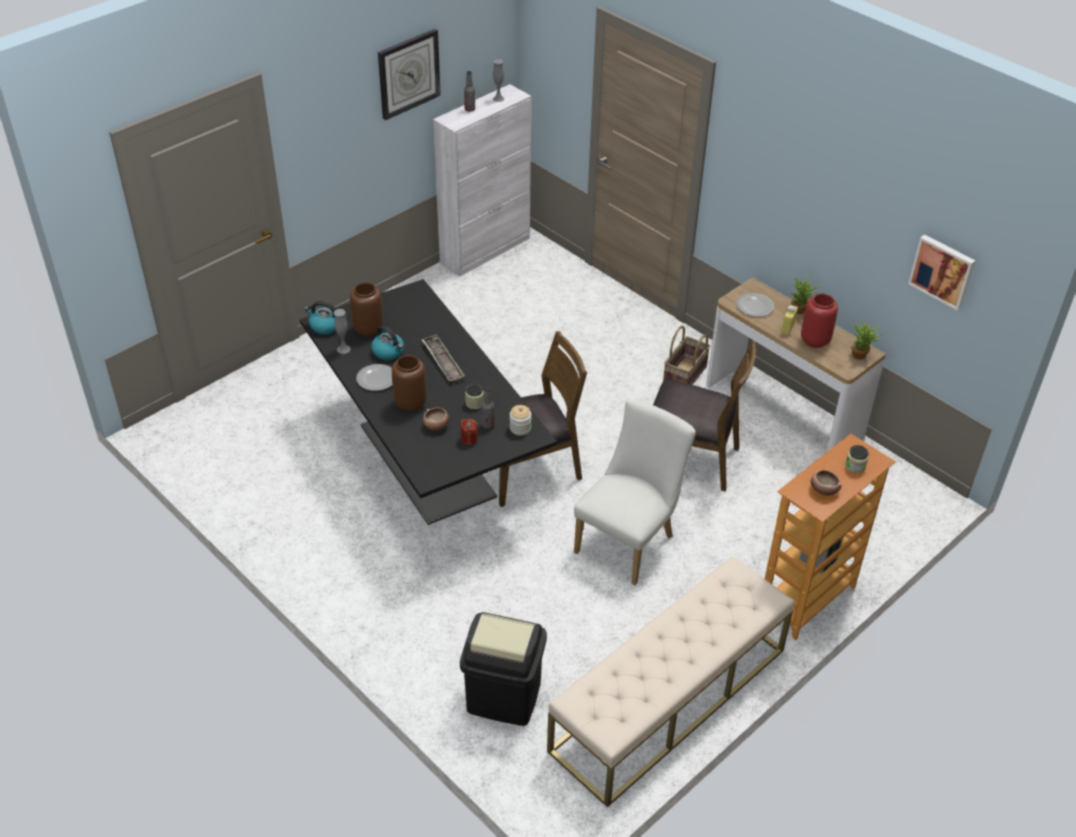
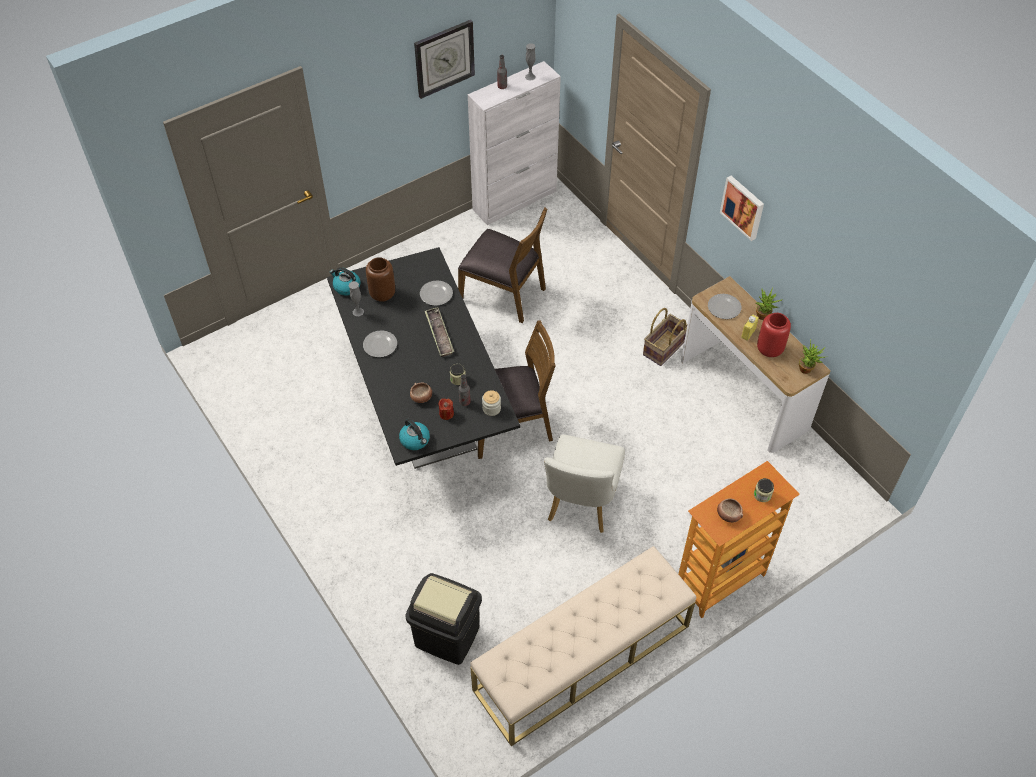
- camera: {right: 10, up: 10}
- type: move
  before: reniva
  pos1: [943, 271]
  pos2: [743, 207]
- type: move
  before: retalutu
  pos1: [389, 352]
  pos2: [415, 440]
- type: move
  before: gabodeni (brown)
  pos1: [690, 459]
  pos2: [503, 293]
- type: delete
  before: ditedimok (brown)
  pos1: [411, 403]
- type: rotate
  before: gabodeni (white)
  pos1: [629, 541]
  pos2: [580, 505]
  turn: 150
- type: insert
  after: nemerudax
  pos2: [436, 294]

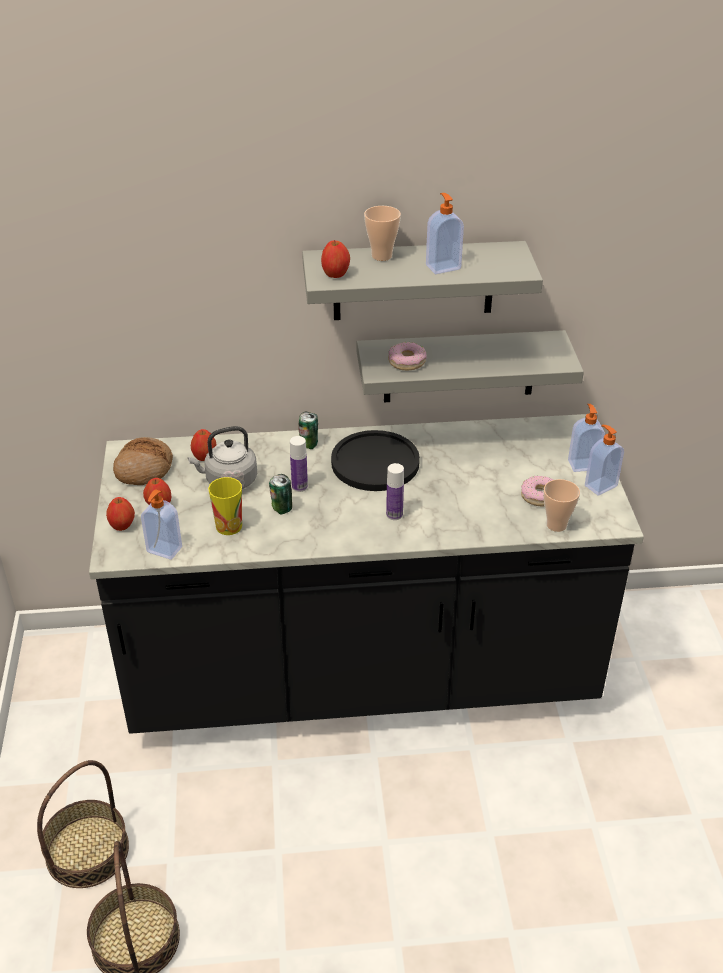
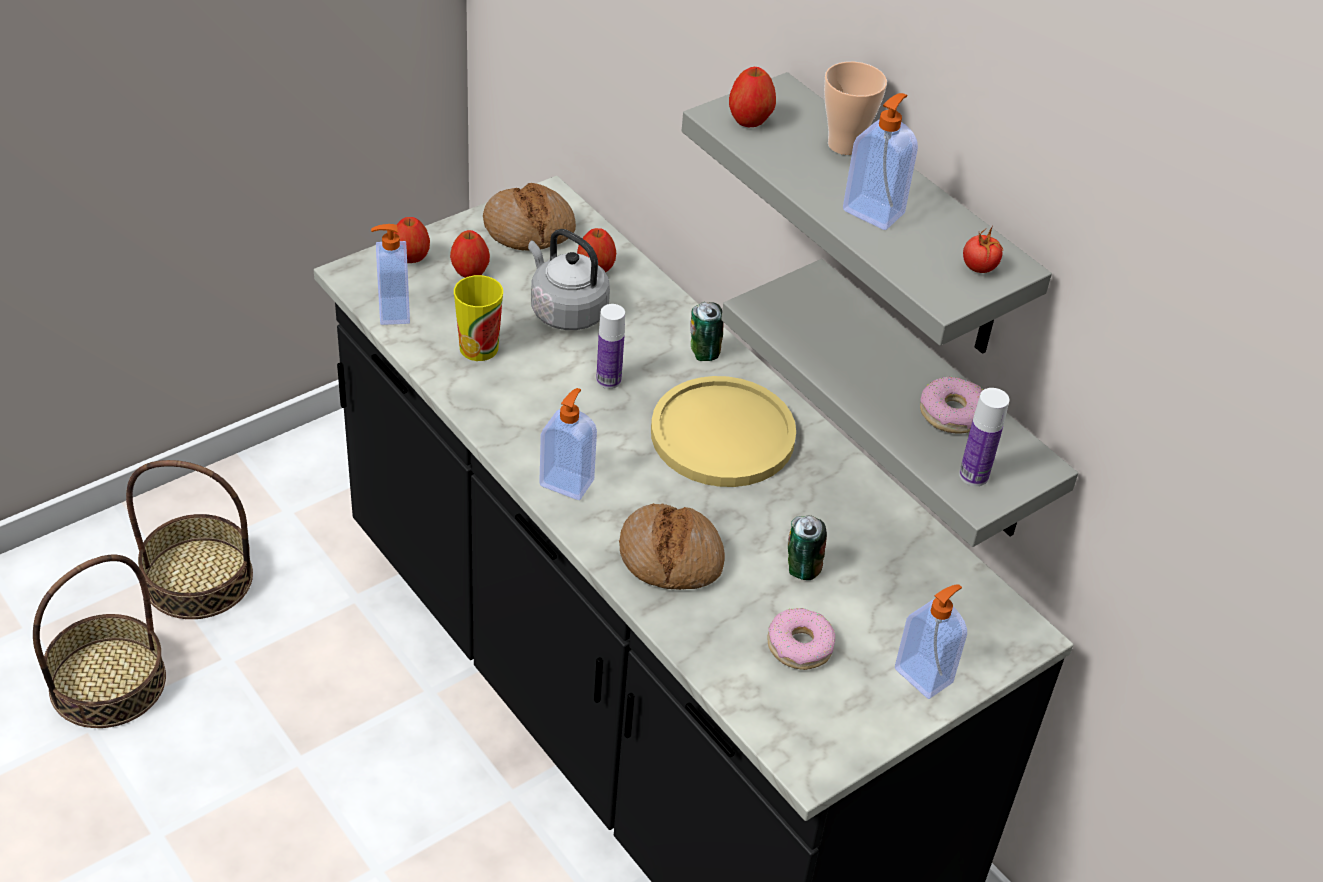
- camera: {right: 55, up: 5}
- type: move
  before: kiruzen
  pos1: [406, 361]
  pos2: [952, 413]
- type: move
  before: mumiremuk
  pos1: [600, 485]
  pos2: [567, 482]
- type: recolor
  before: nemerudax (black)
  after: nemerudax (yellow)
  pos1: [375, 462]
  pos2: [722, 434]
- type: move
  before: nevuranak
  pos1: [394, 514]
  pos2: [973, 475]
- type: move
  before: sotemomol
  pos1: [281, 509]
  pos2: [801, 569]
- type: delete
  before: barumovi
  pos1: [556, 525]
- type: insert
  after: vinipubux
  pos2: [979, 268]
- type: insert
  after: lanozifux
  pos2: [670, 557]

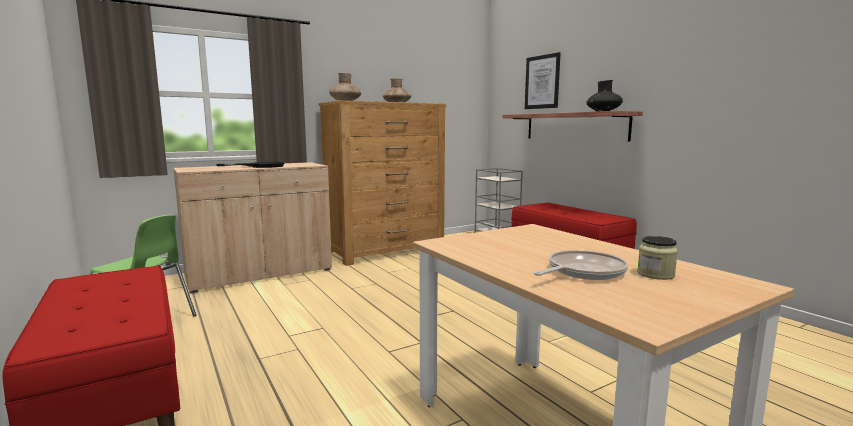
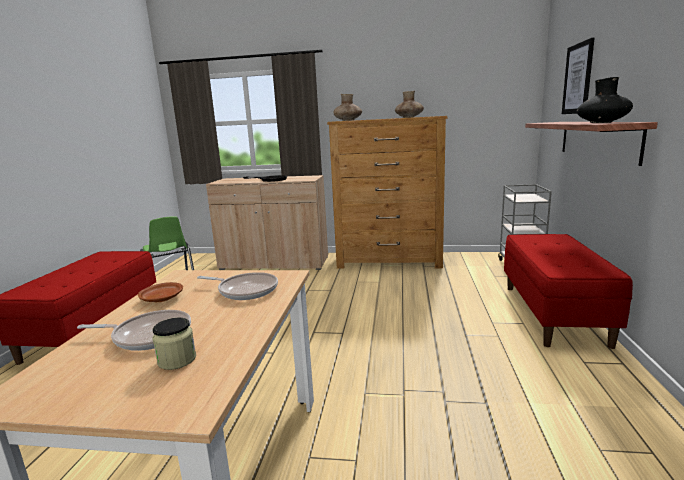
- camera: {right: 40, up: 5}
- type: insert
  after: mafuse
  pos2: [245, 290]
- type: insert
  after: nemerudax (brown)
  pos2: [162, 298]

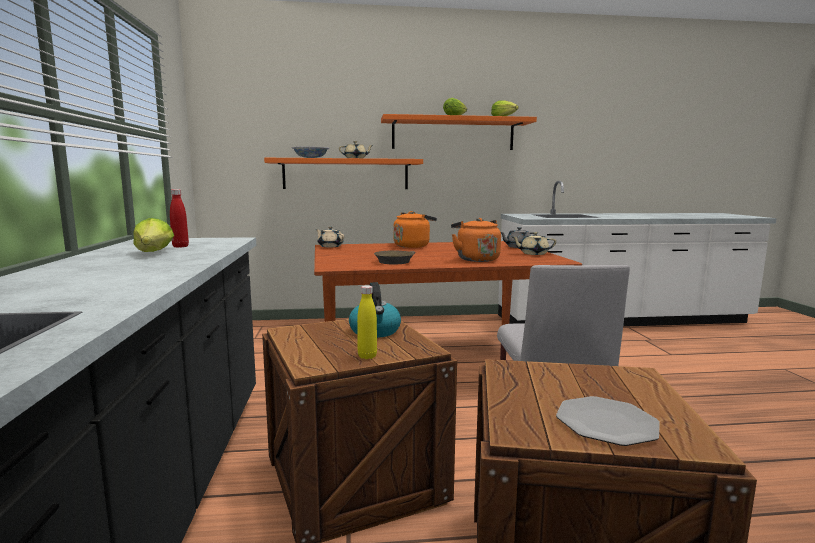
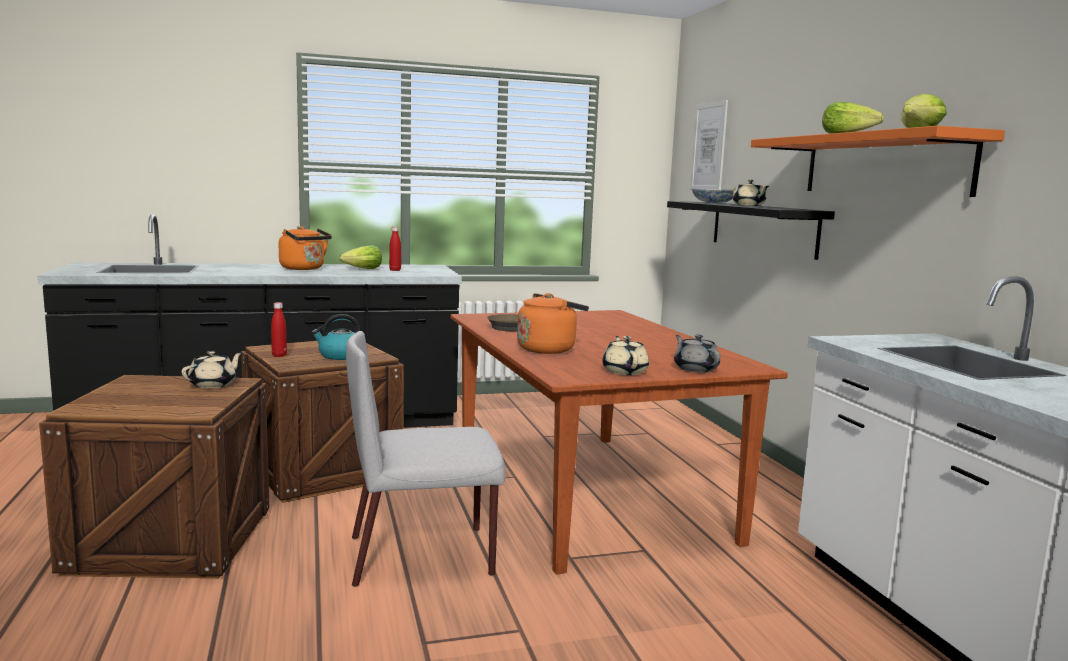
- camera: {right: 80, up: 0}
- type: recolor
  before: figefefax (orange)
  after: figefefax (black)
  pos1: [345, 174]
  pos2: [762, 228]
- type: move
  before: retalutu (orange)
  pos1: [413, 246]
  pos2: [304, 269]
- type: move
  before: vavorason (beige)
  pos1: [330, 246]
  pos2: [213, 384]
- type: recolor
  before: nevuranak (yellow)
  after: nevuranak (red)
  pos1: [367, 356]
  pos2: [279, 355]
- type: delete
  before: nemerudax
  pos1: [606, 423]
- type: insert
  after: reniva
  pos2: [708, 147]

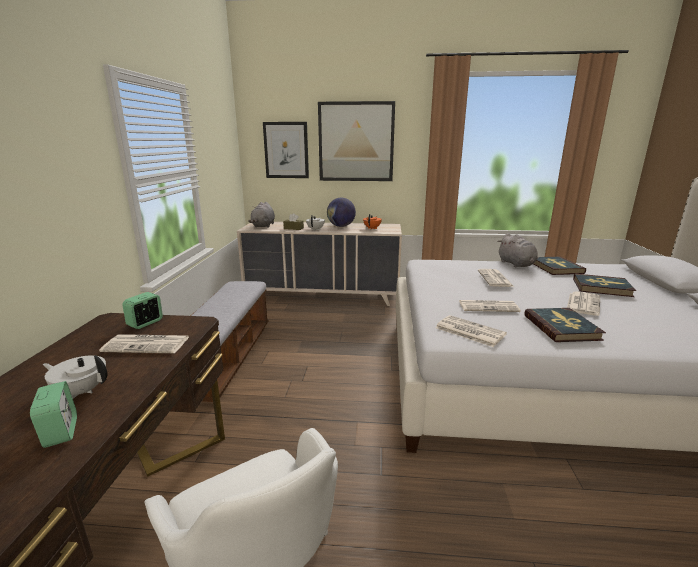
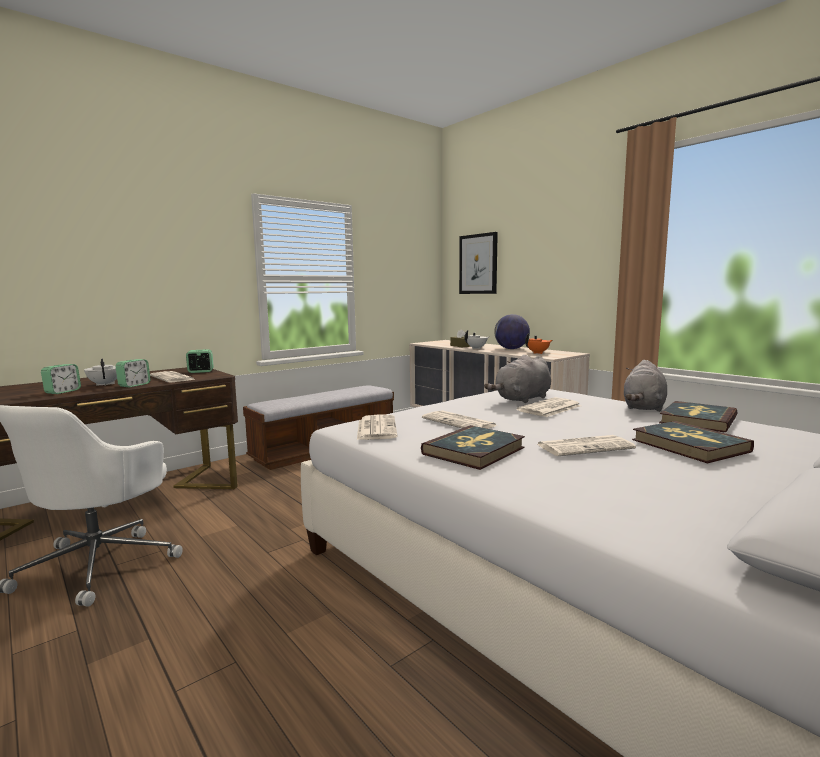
- camera: {right: 45, up: -10}
- type: delete
  before: reniva
  pos1: [356, 142]
- type: move
  before: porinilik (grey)
  pos1: [263, 226]
  pos2: [521, 399]
- type: insert
  after: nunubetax
  pos2: [134, 385]

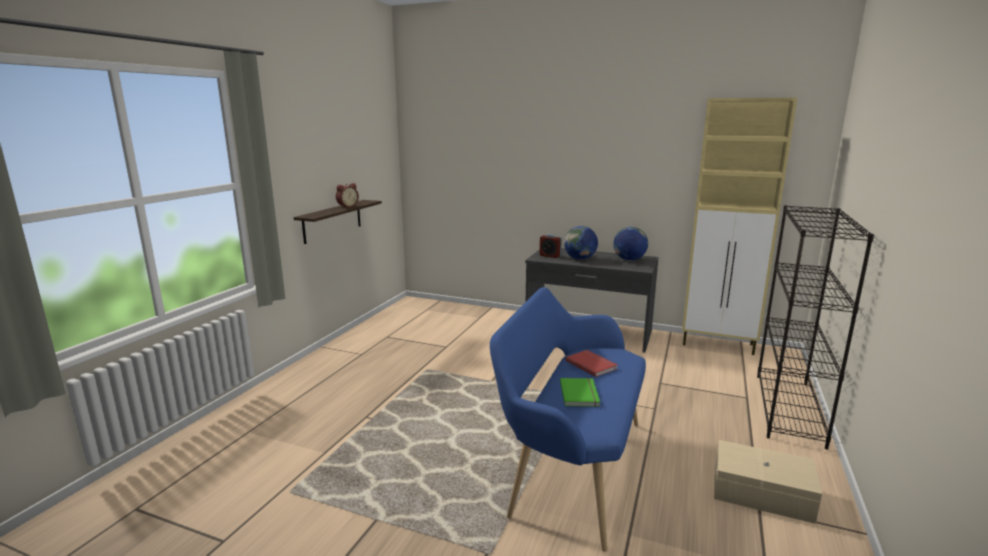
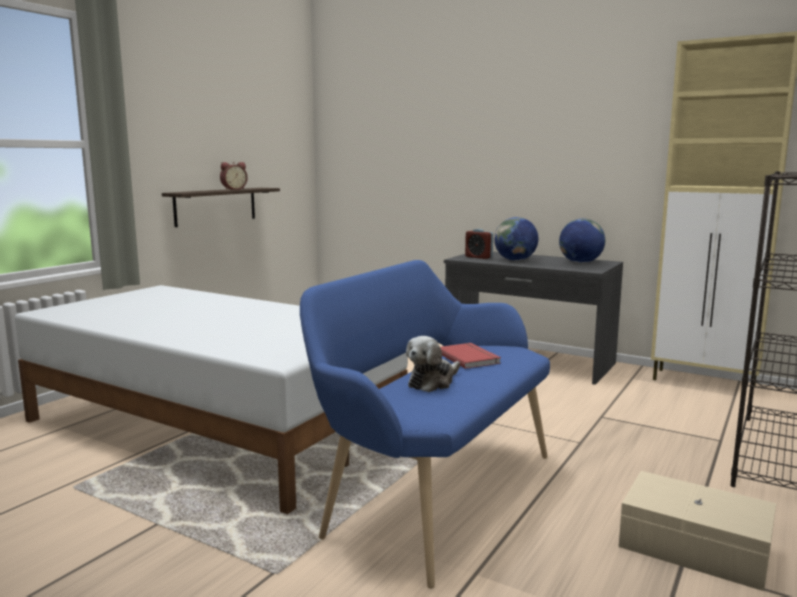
- camera: {right: 10, up: -5}
- type: replace
  before: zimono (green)
  after: porinilik
  pos1: [580, 394]
  pos2: [432, 382]
- type: insert
  after: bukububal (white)
  pos2: [212, 426]

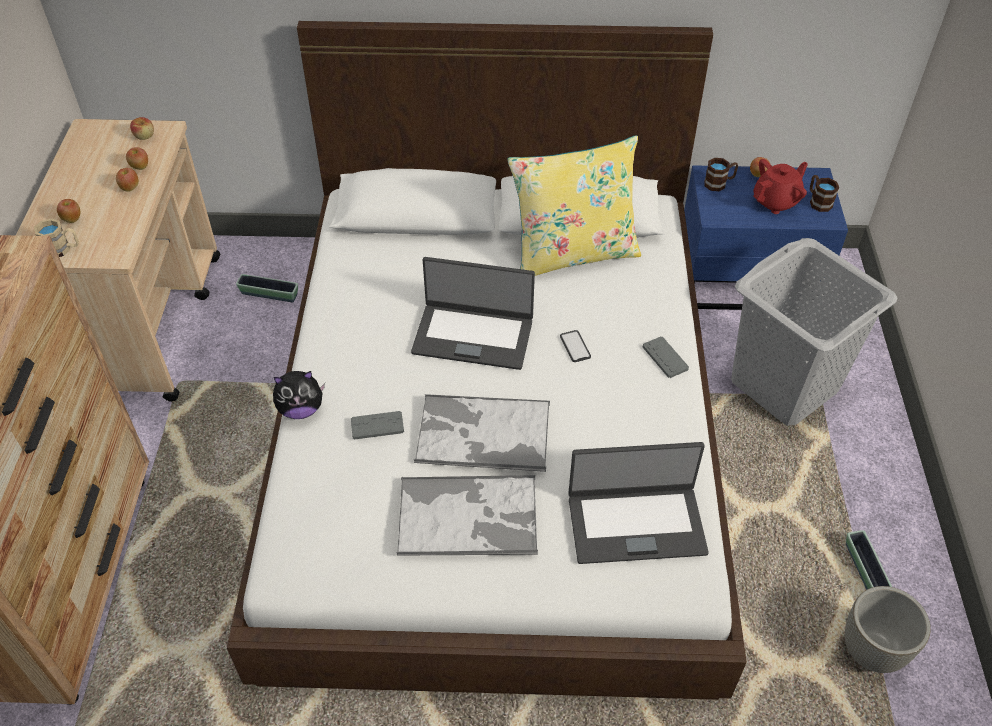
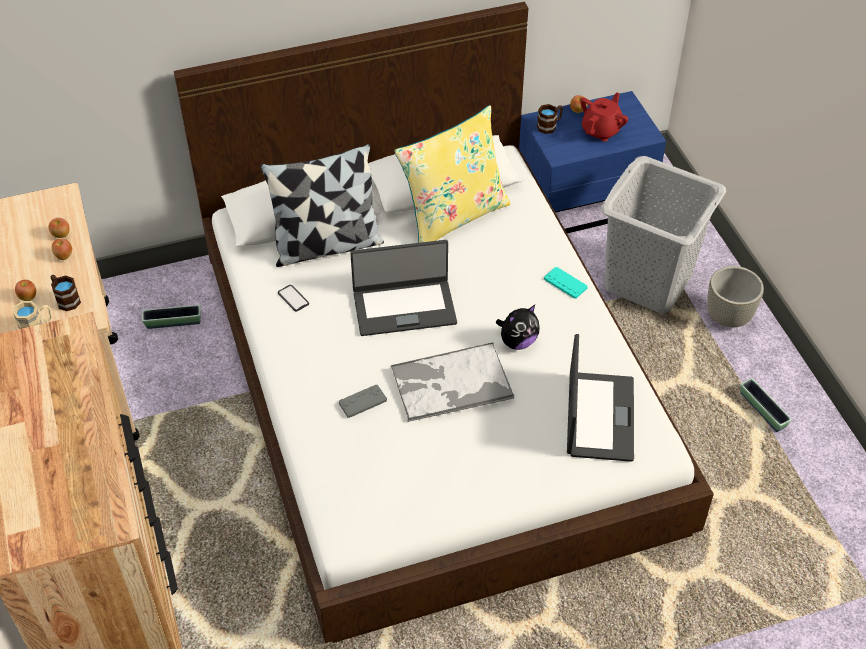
- camera: {right: -20, up: 0}
- type: delete
  before: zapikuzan
  pos1: [145, 136]
- type: move
  before: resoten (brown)
  pos1: [818, 201]
  pos2: [65, 299]
- type: move
  before: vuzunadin
  pos1: [575, 346]
  pos2: [293, 298]
- type: recolor
  before: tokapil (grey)
  after: tokapil (turquoise)
  pos1: [665, 358]
  pos2: [565, 283]
- type: move
  before: porinilik
  pos1: [301, 409]
  pos2: [517, 342]
- type: rotate
  before: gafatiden
  pos1: [636, 523]
  pos2: [598, 417]
  turn: -60
- type: delete
  before: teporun
  pos1: [469, 516]
- type: move
  before: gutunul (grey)
  pos1: [872, 651]
  pos2: [728, 318]
- type: insert
  after: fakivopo
  pos2: [327, 245]

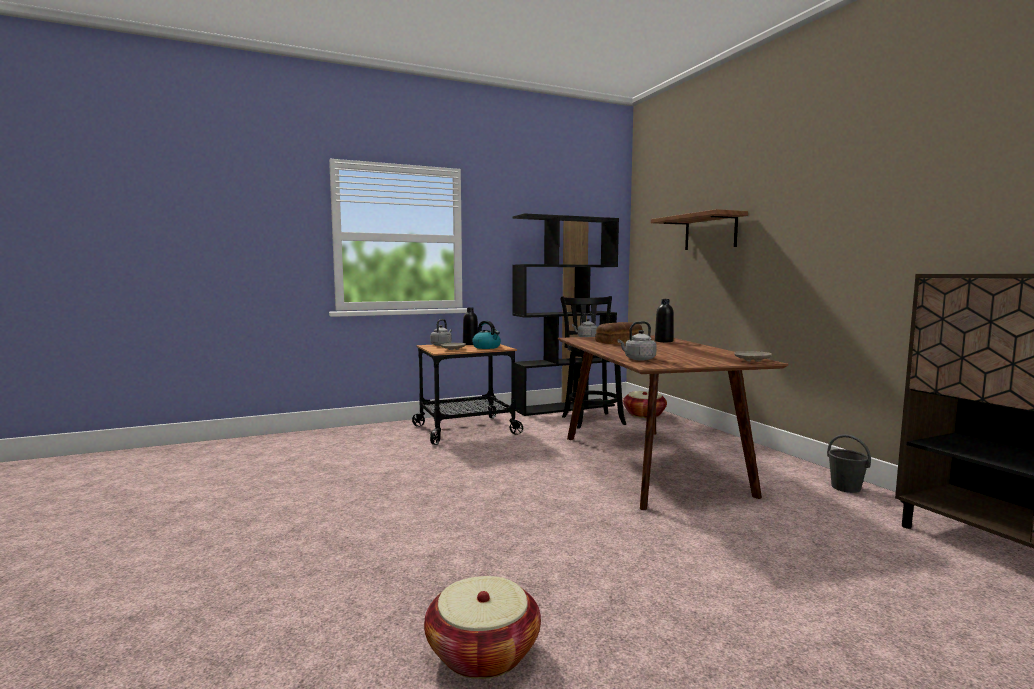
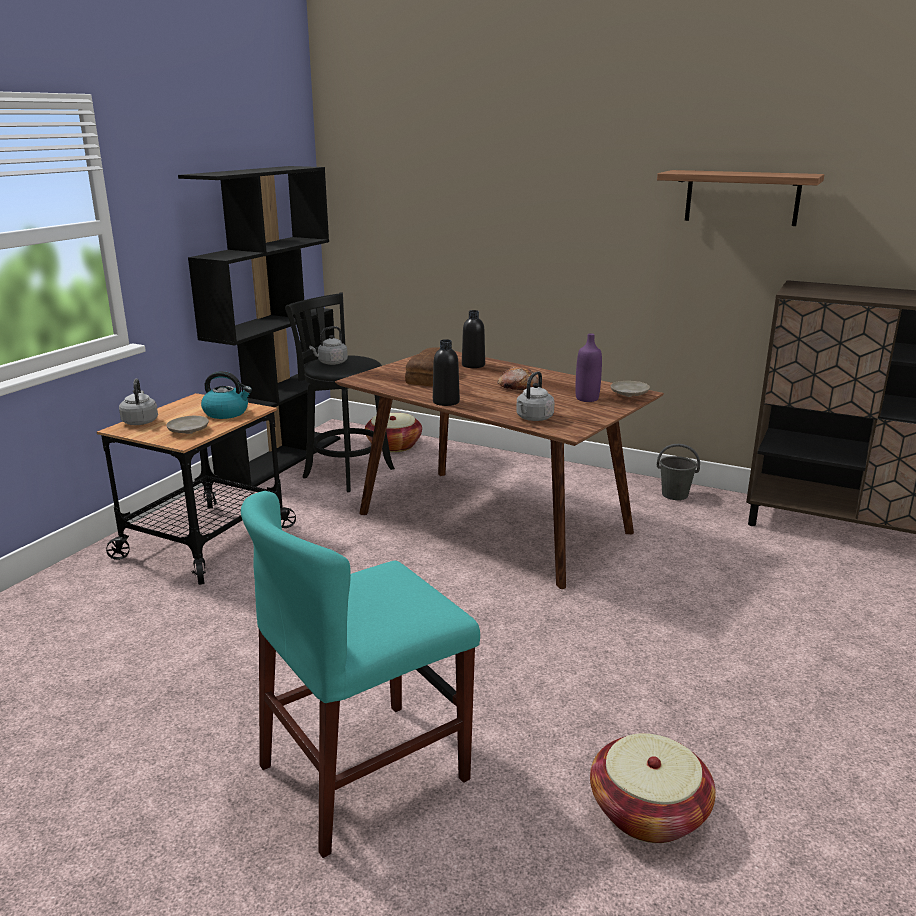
- camera: {right: -40, up: 15}
- type: move
  before: figefefax
  pos1: [710, 232]
  pos2: [742, 197]
- type: move
  before: nevuranak (black)
  pos1: [470, 344]
  pos2: [446, 402]
- type: insert
  after: nevuranak (purple)
  pos2: [587, 398]
- type: insert
  after: lanozifux
  pos2: [517, 386]
- type: insert
  after: gabodeni (turquoise)
  pos2: [364, 772]

